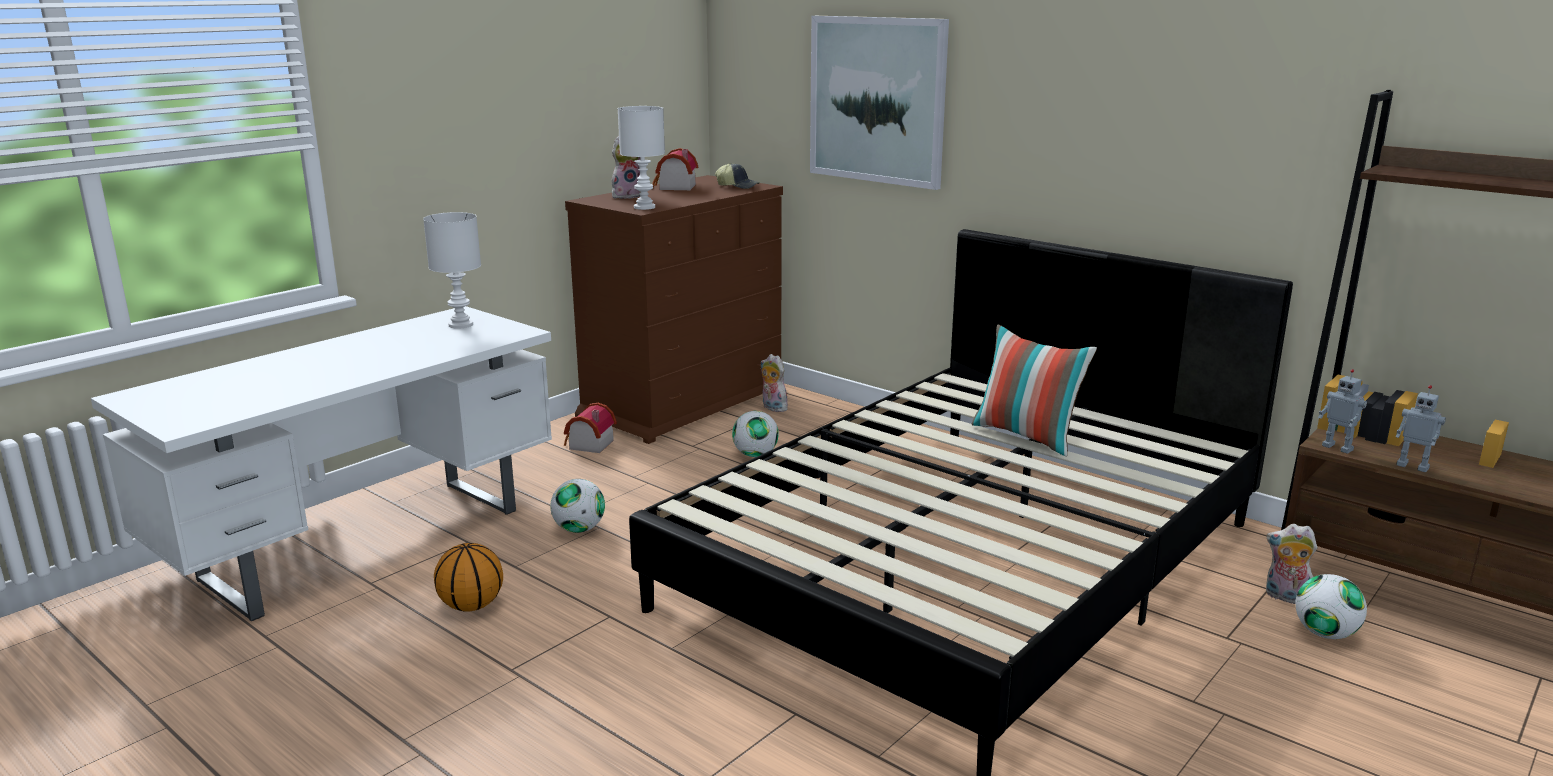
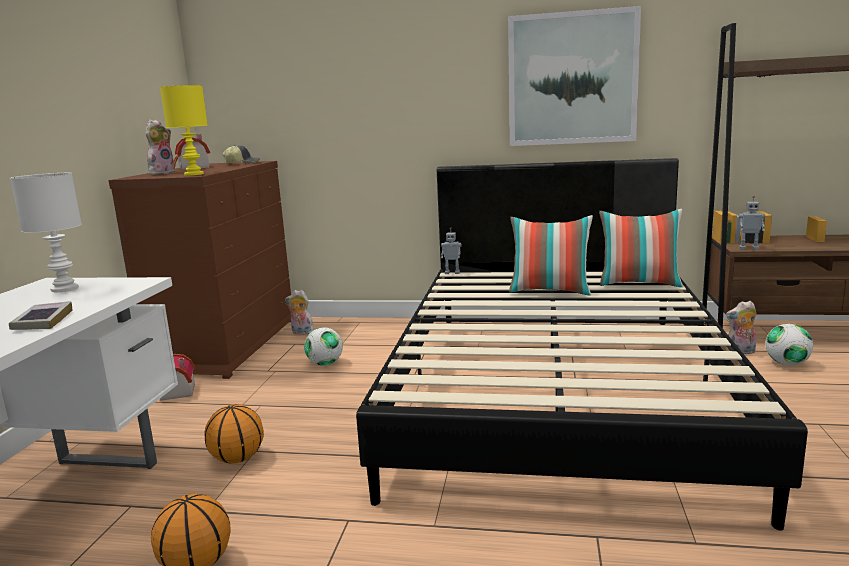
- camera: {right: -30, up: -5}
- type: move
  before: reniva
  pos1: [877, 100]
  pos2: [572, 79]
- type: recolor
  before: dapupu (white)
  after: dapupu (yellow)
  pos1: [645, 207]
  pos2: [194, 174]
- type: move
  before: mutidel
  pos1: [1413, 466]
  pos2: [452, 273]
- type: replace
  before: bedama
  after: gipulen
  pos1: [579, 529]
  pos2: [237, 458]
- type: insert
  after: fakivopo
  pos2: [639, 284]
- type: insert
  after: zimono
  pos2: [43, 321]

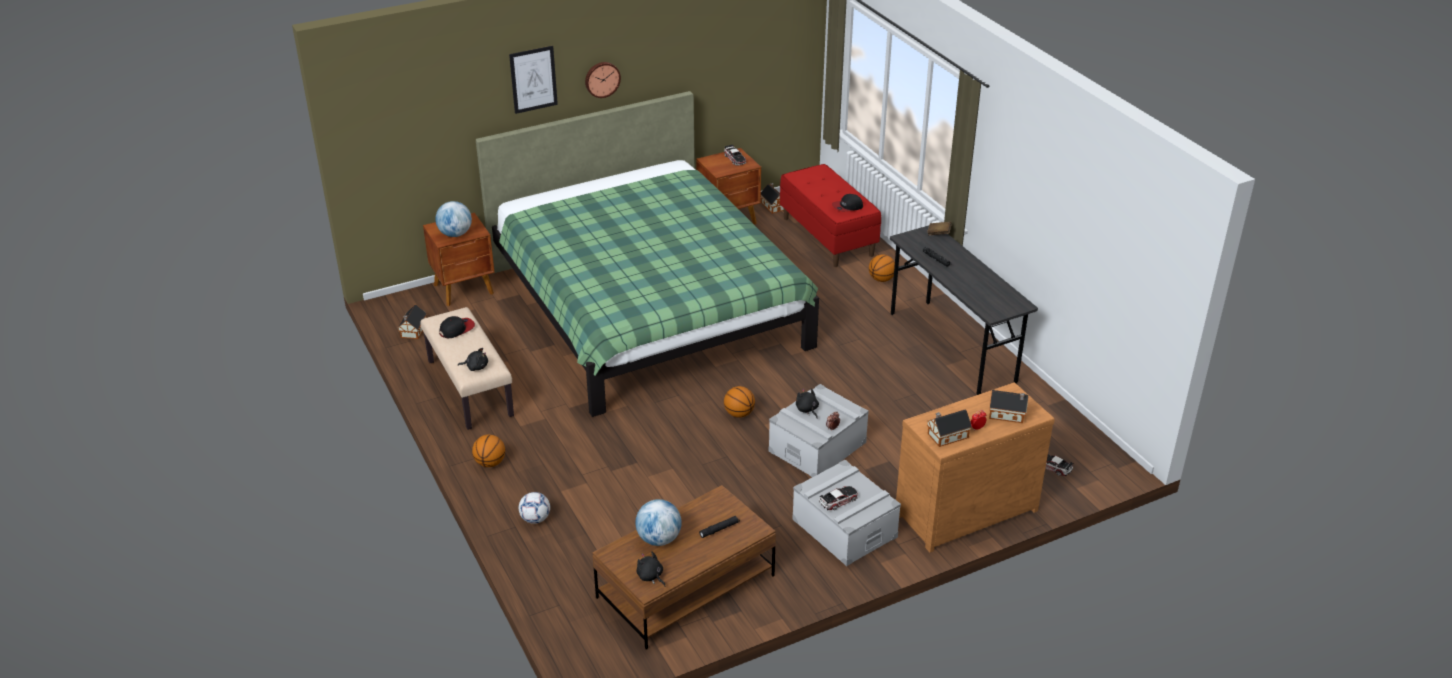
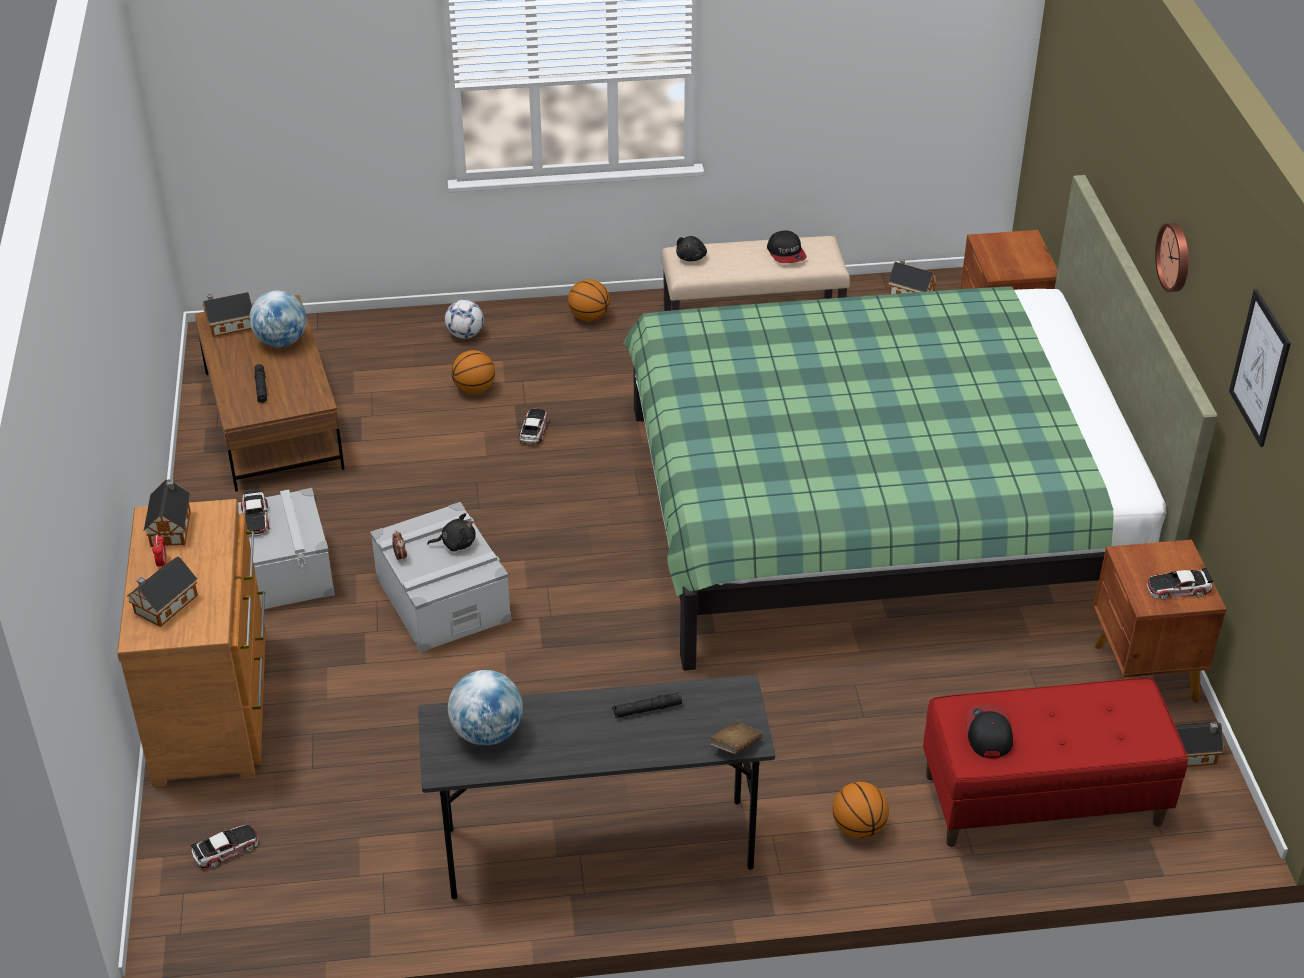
- camera: {right: 110, up: 5}
- type: move
  before: reniva
  pos1: [533, 79]
  pos2: [1260, 368]
- type: move
  before: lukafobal
  pos1: [455, 234]
  pos2: [487, 733]
- type: move
  before: gipulen
  pos1: [739, 414]
  pos2: [474, 389]
- type: replace
  before: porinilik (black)
  after: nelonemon
  pos1: [650, 577]
  pos2: [229, 325]
- type: insert
  after: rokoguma
  pos2: [533, 430]

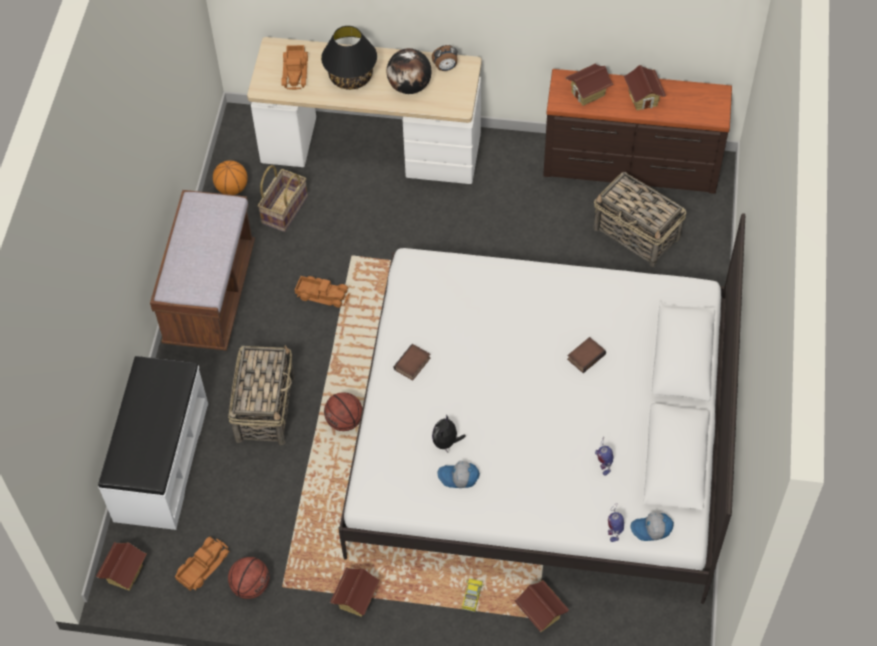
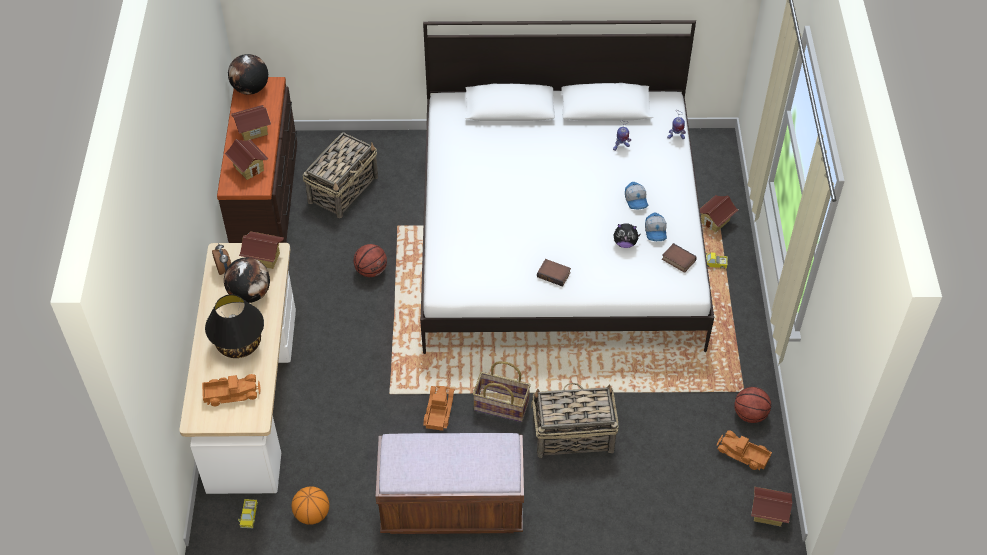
- camera: {right: -100, up: -5}
- type: move
  before: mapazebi
  pos1: [284, 209]
  pos2: [501, 406]
- type: move
  before: zimono
  pos1: [585, 356]
  pos2: [677, 260]
- type: delete
  before: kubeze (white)
  pos1: [160, 461]
- type: move
  before: gipulen
  pos1: [344, 421]
  pos2: [371, 270]
- type: move
  before: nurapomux
  pos1: [651, 530]
  pos2: [636, 200]
- type: move
  before: nelonemon
  pos1: [356, 599]
  pos2: [264, 259]
- type: insert
  after: lukafobal
  pos2: [250, 89]
- type: insert
  after: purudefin
  pos2: [249, 516]

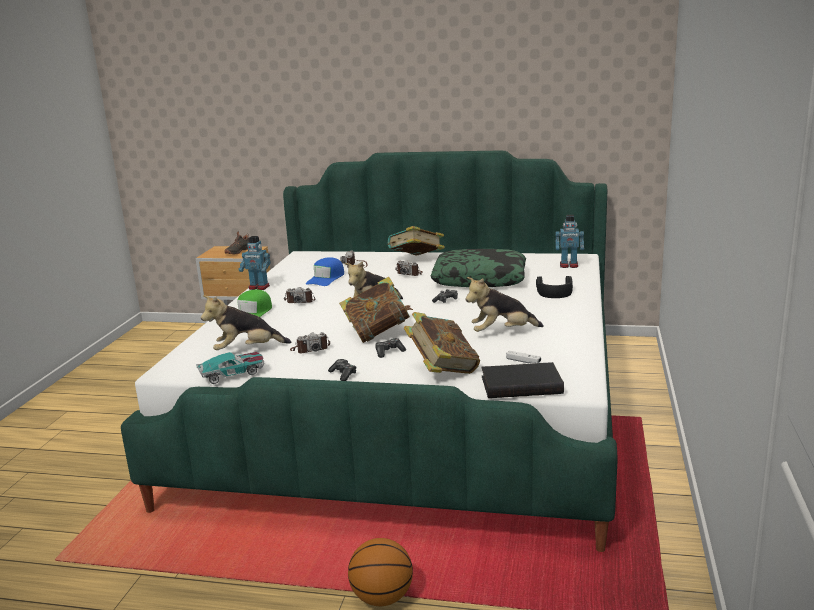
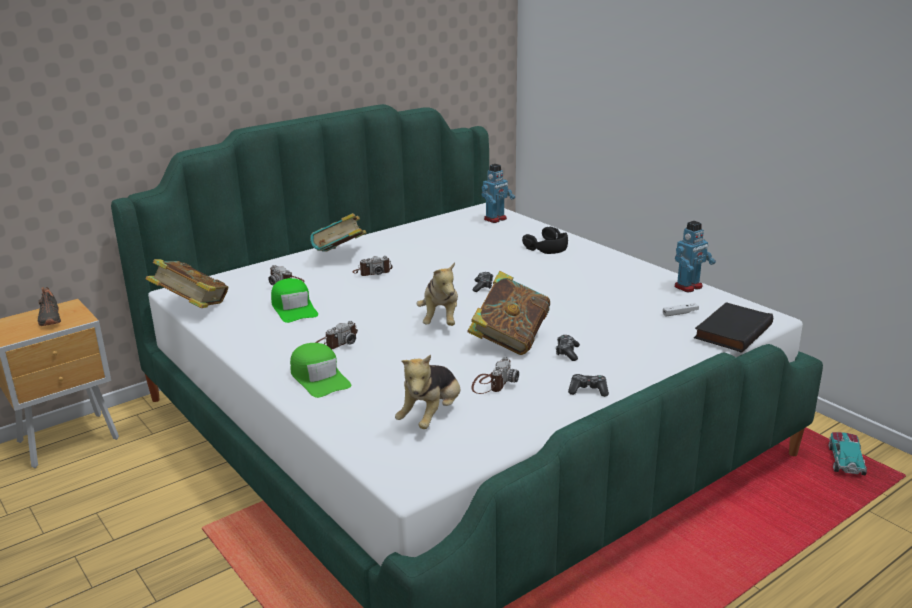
- camera: {right: -50, up: 5}
- type: move
  before: mutidel
  pos1: [258, 287]
  pos2: [689, 287]
- type: delete
  before: fakivopo
  pos1: [480, 279]
- type: recolor
  before: nurapomux (blue)
  after: nurapomux (green)
  pos1: [326, 278]
  pos2: [294, 308]
- type: delete
  before: porinilik
  pos1: [502, 332]
- type: move
  before: zimono
  pos1: [442, 370]
  pos2: [192, 308]
- type: move
  before: rokoguma
  pos1: [232, 373]
  pos2: [846, 460]
- type: delete
  before: gipulen
  pos1: [382, 598]

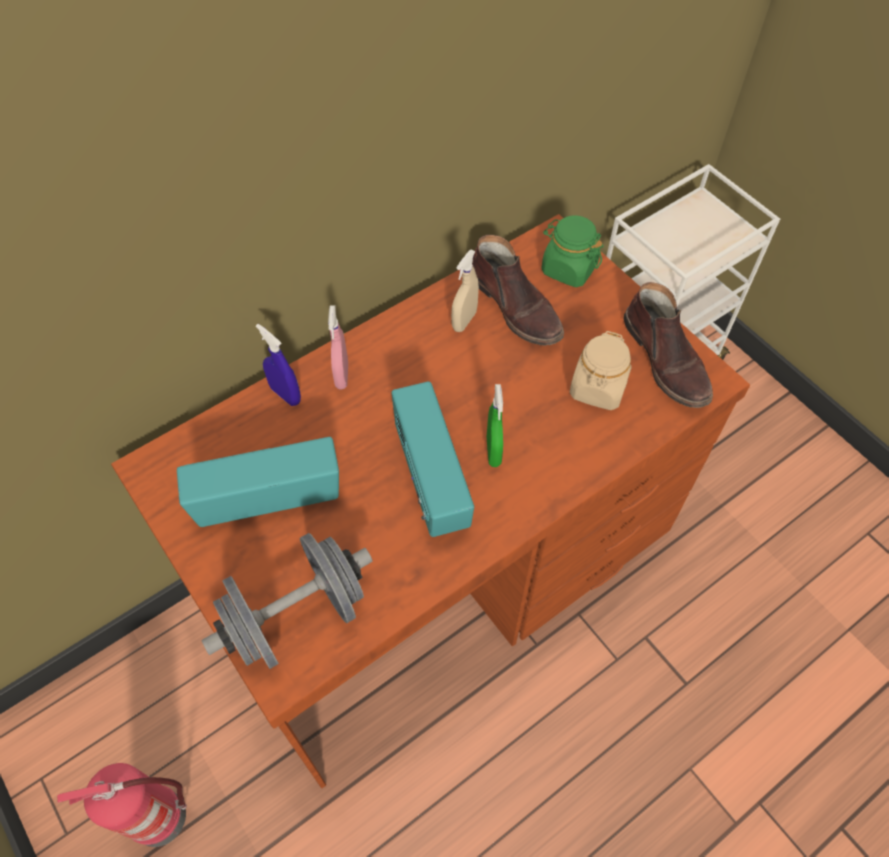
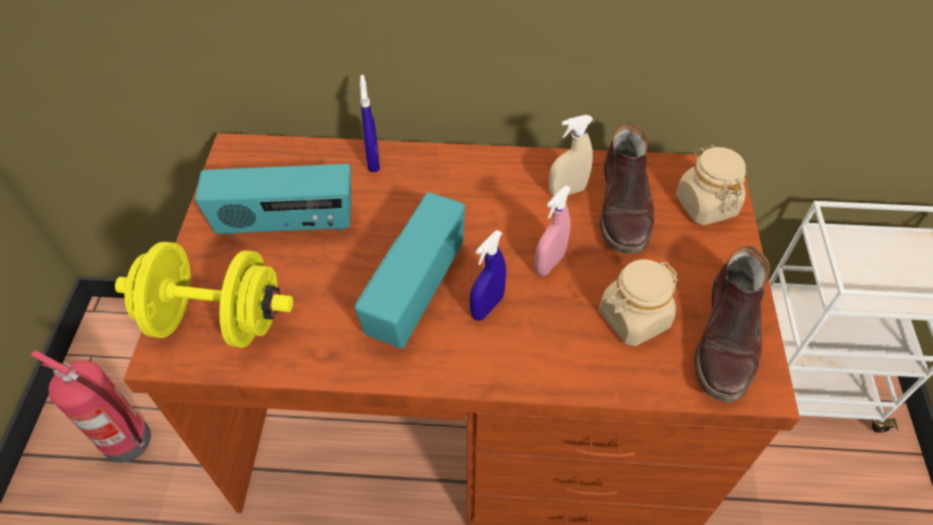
- camera: {right: 40, up: -5}
- type: recolor
  before: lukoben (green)
  after: lukoben (beige)
  pos1: [568, 268]
  pos2: [705, 205]
- type: move
  before: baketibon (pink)
  pos1: [342, 375]
  pos2: [549, 263]
- type: recolor
  before: baketibon (green)
  after: baketibon (blue)
  pos1: [493, 451]
  pos2: [487, 307]
- type: rotate
  before: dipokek
  pos1: [269, 499]
  pos2: [286, 224]
  turn: 150
- type: recolor
  before: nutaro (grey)
  after: nutaro (yellow)
  pos1: [296, 616]
  pos2: [217, 320]

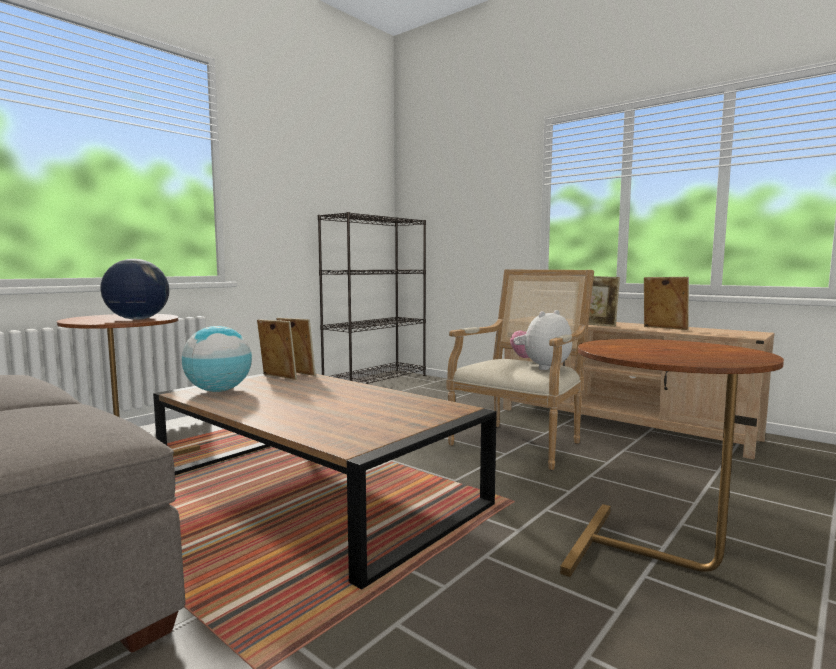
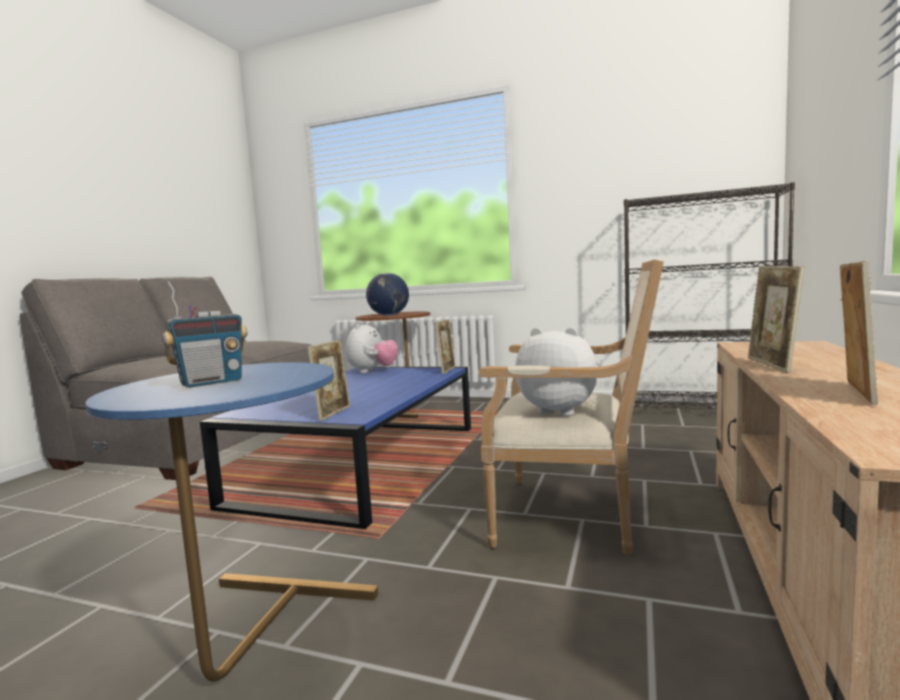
- camera: {right: 70, up: 0}
- type: move
  before: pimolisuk
  pos1: [277, 377]
  pos2: [333, 413]
- type: replace
  before: lukafobal
  after: porinilik
  pos1: [218, 391]
  pos2: [372, 371]
- type: recolor
  before: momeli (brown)
  after: momeli (blue)
  pos1: [656, 559]
  pos2: [253, 640]
- type: recolor
  before: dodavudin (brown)
  after: dodavudin (blue)
  pos1: [314, 490]
  pos2: [364, 462]
- type: insert
  after: dipokek
  pos2: [211, 383]

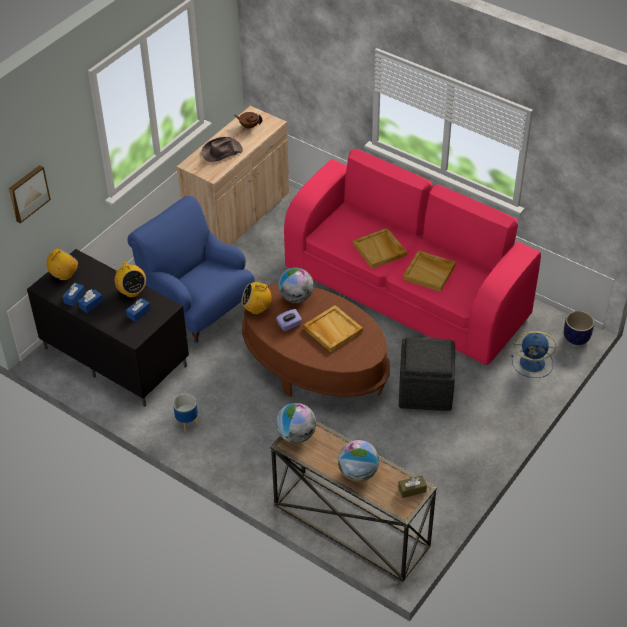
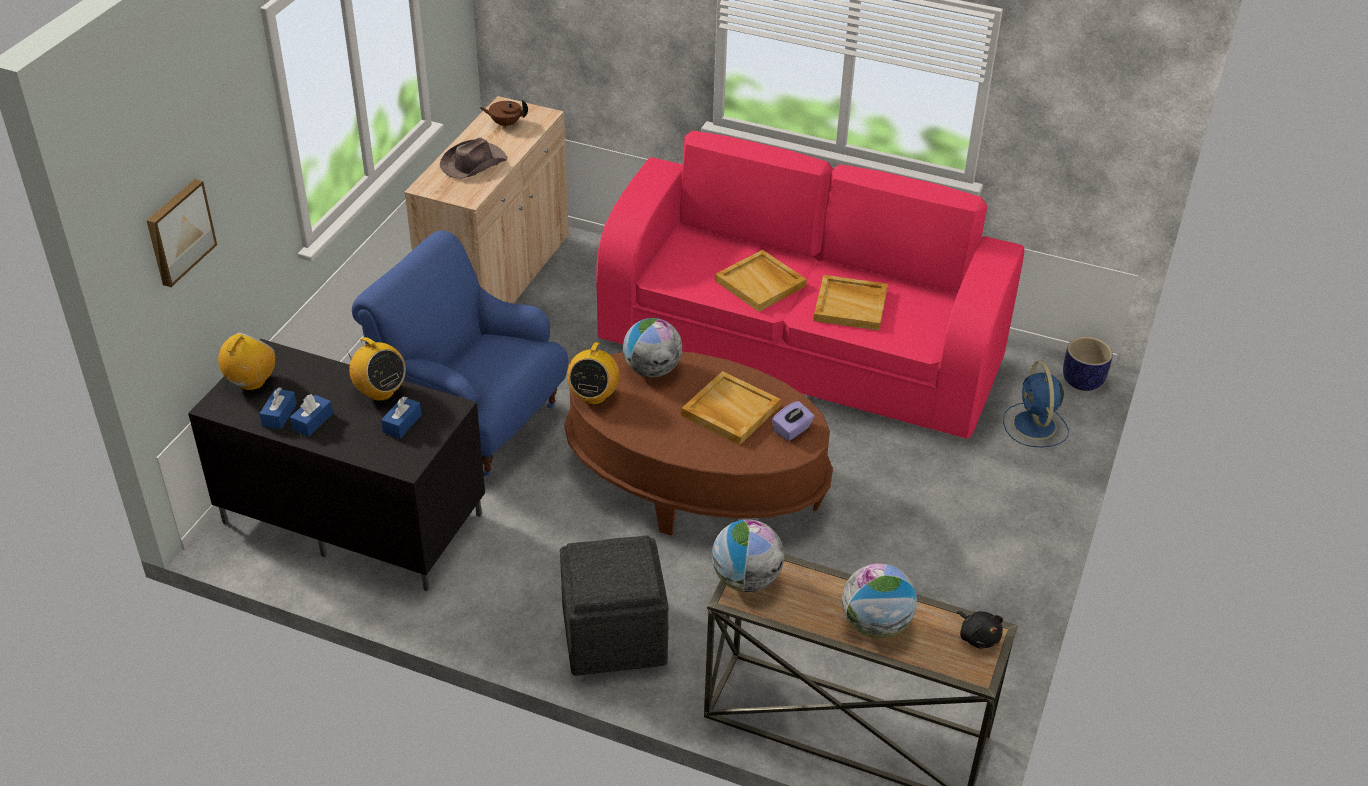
- camera: {right: -15, up: -5}
- type: rotate
  before: dipokek
  pos1: [257, 309]
  pos2: [593, 396]
  turn: -60
- type: move
  before: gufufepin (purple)
  pos1: [289, 325]
  pos2: [792, 430]
- type: rotate
  before: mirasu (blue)
  pos1: [533, 363]
  pos2: [1034, 426]
  turn: 90
- type: move
  before: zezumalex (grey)
  pos1: [424, 390]
  pos2: [613, 636]
- type: delete
  before: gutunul
  pos1: [187, 422]
- type: replace
  before: gufufepin (brown)
  after: porinilik (black)
  pos1: [412, 489]
  pos2: [978, 636]

